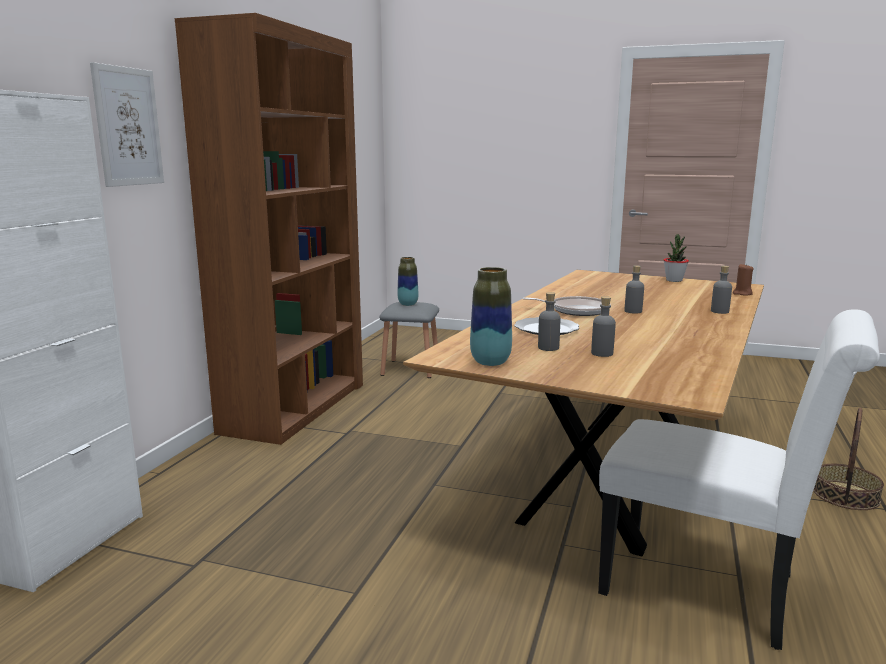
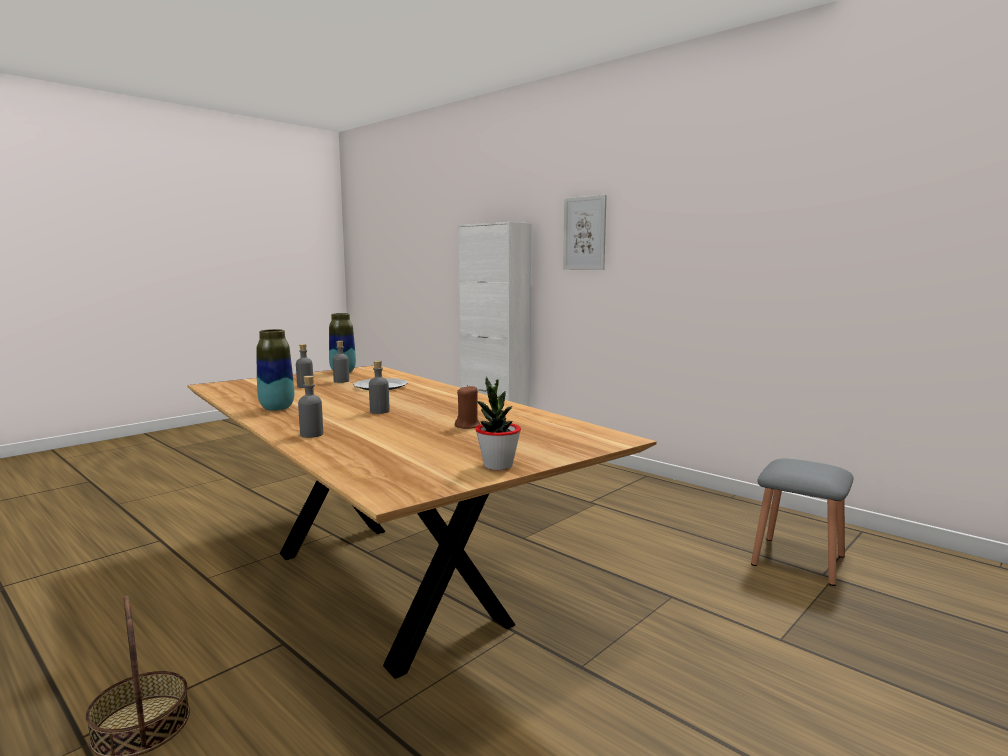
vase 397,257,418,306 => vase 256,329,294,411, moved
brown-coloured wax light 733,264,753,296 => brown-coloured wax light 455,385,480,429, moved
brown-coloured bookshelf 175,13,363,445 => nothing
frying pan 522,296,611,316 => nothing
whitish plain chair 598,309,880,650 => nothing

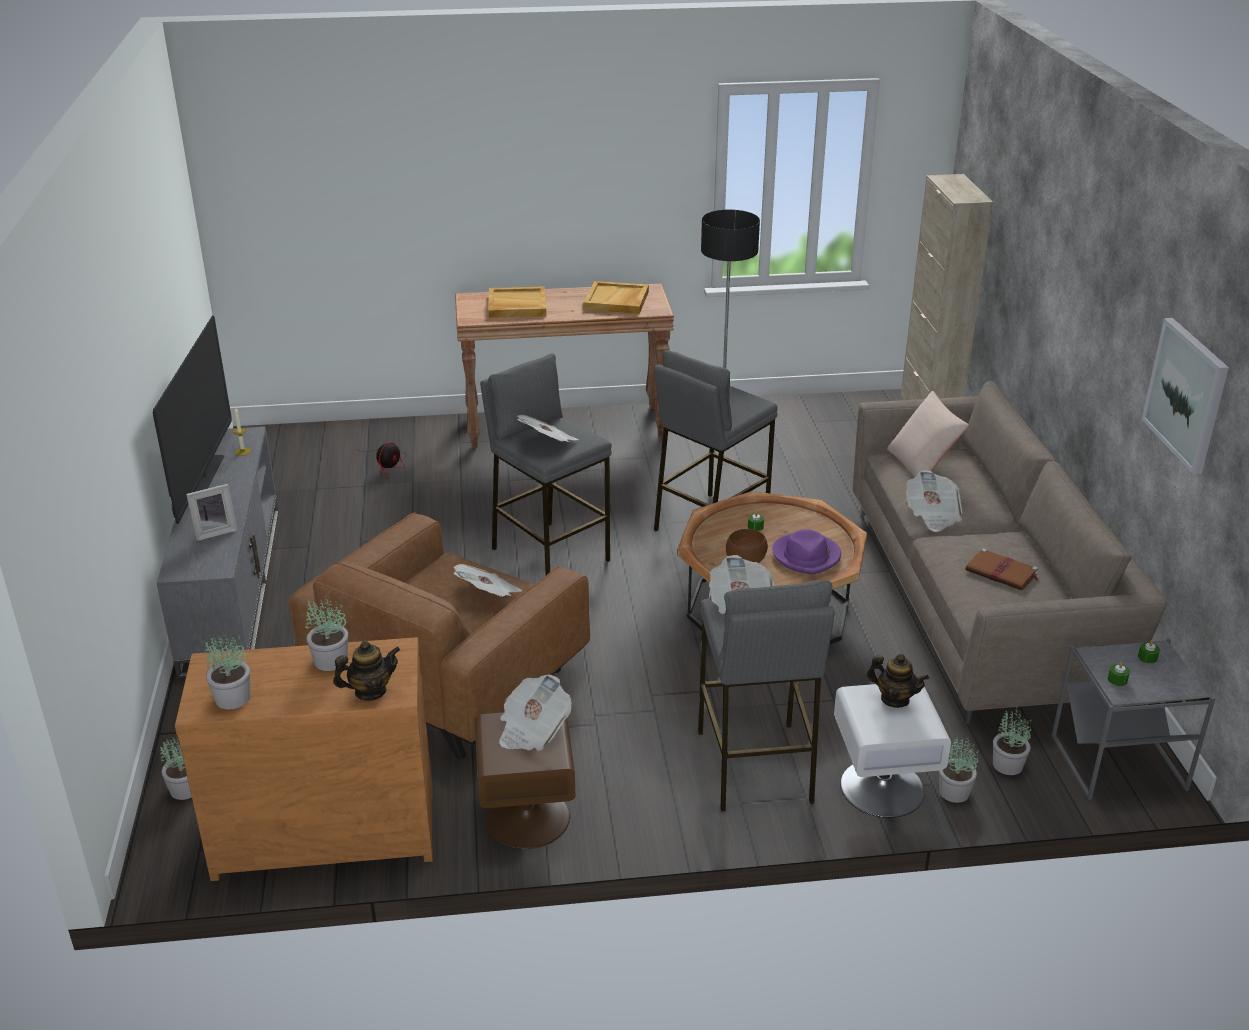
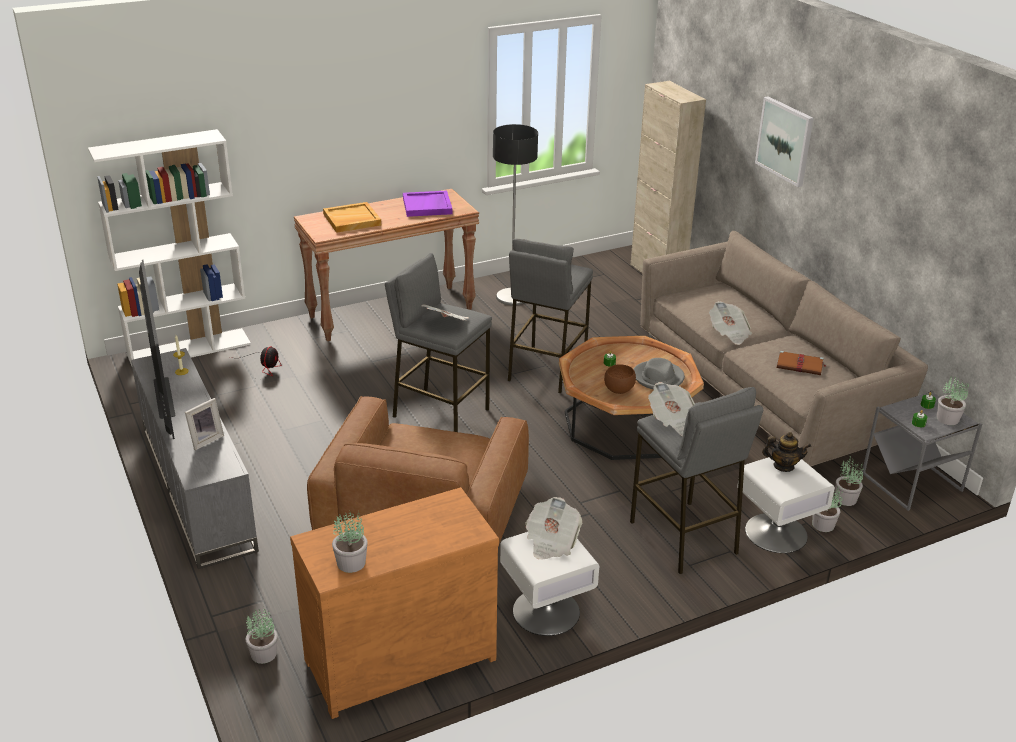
nothing => whitish bookshelf 88,129,251,366
beige-coloured carrying tray 583,281,649,314 => purplish carrying tray 403,191,452,217
brown-coloured nightstand 475,712,576,849 => whitish nightstand 500,532,599,636
purplish wearable hat 772,529,841,575 => gray wearable hat 634,358,685,390
picture 1142,318,1229,474 => picture 755,96,814,187, moved
houseplant 306,596,348,671 => houseplant 937,377,969,425, moved
teapot 333,640,400,701 => nothing
daily paper 453,564,522,597 => nothing
beige-coloured throw pillow 887,391,969,477 => nothing

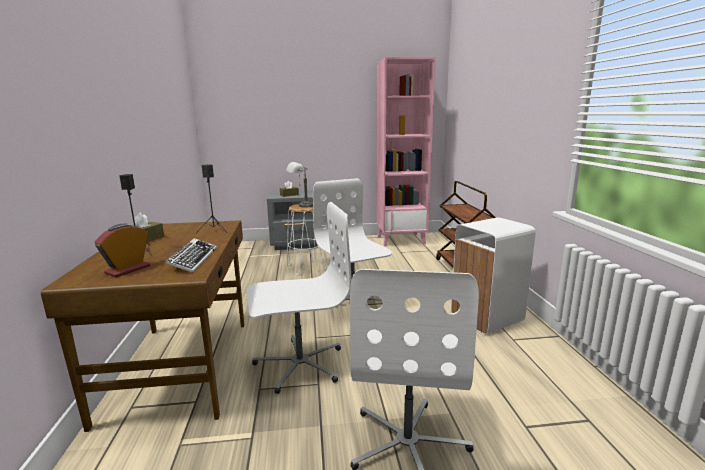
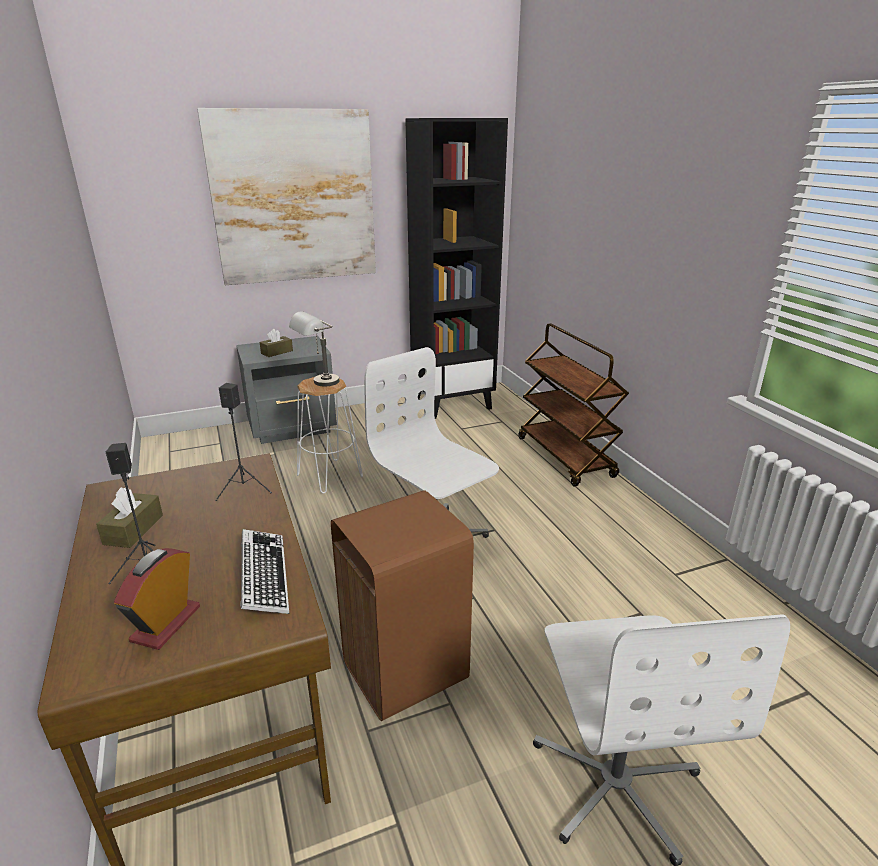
nothing => picture 197,108,376,285
whitish desk chair 246,202,352,394 => brown-coloured waste bin 331,490,474,721
pink-coloured bookshelf 376,57,436,246 => blackish bookshelf 405,118,508,419
whitish waste bin 451,217,535,334 => nothing

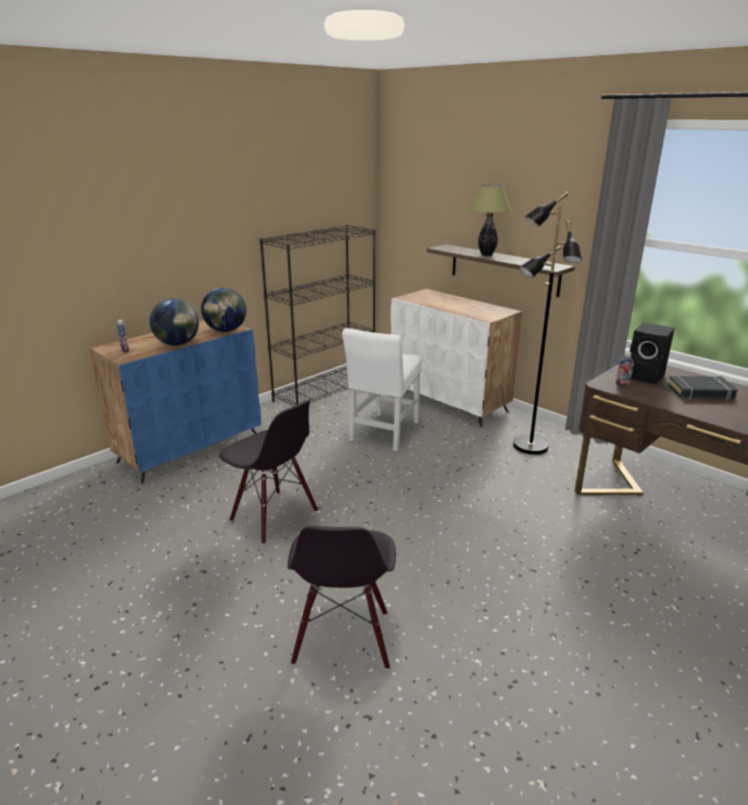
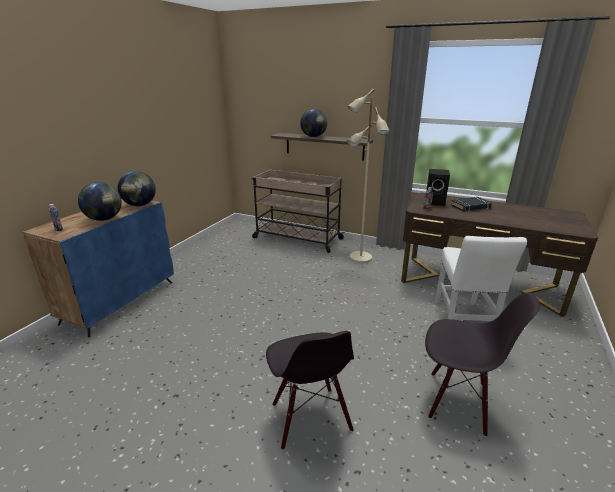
whitish cupboard 391,289,522,427 => beige-coloured trolley 252,170,345,253
table lamp 470,185,511,256 => globe 300,109,327,137
blackish standing lamp 513,191,582,455 => beige-coloured standing lamp 346,88,390,263
blackish plain chair 219,400,318,545 => blackish plain chair 425,292,540,437, moved
whitish plain chair 342,328,421,451 => whitish plain chair 435,236,527,321, moved
blackish bookshelf 260,225,376,406 => nothing

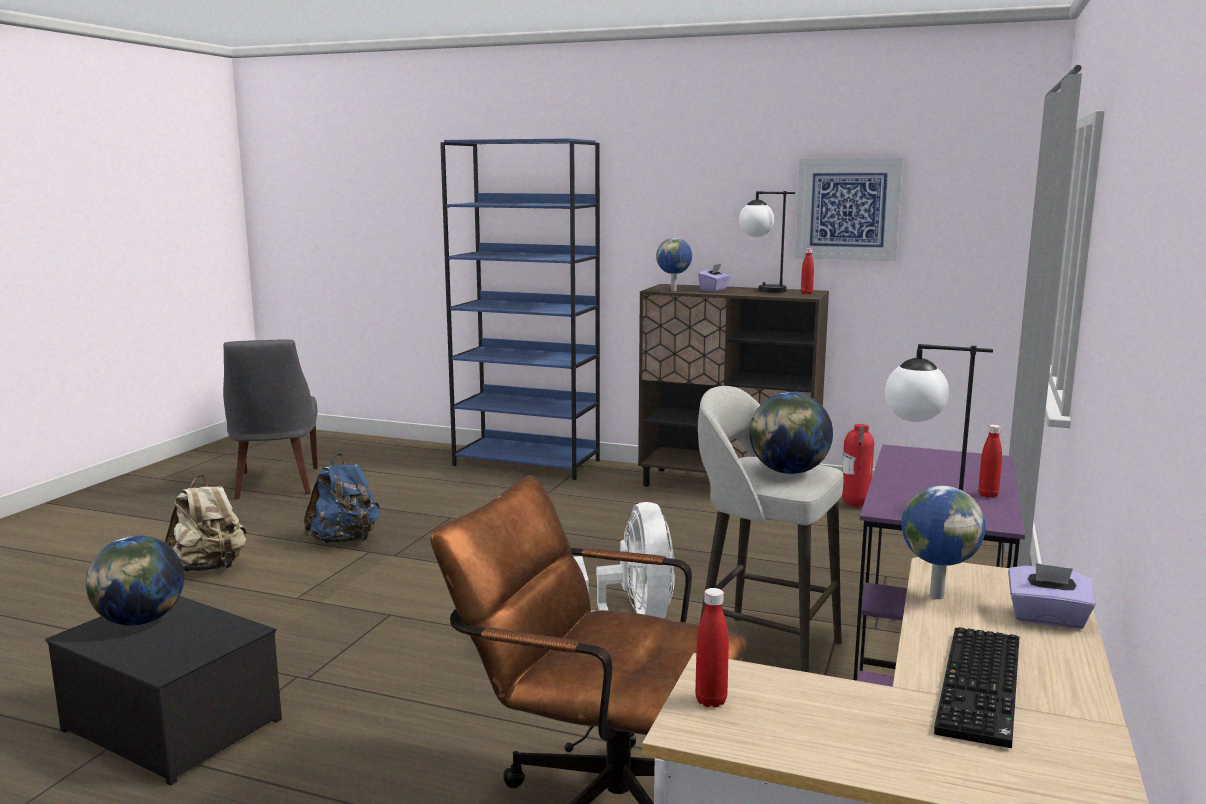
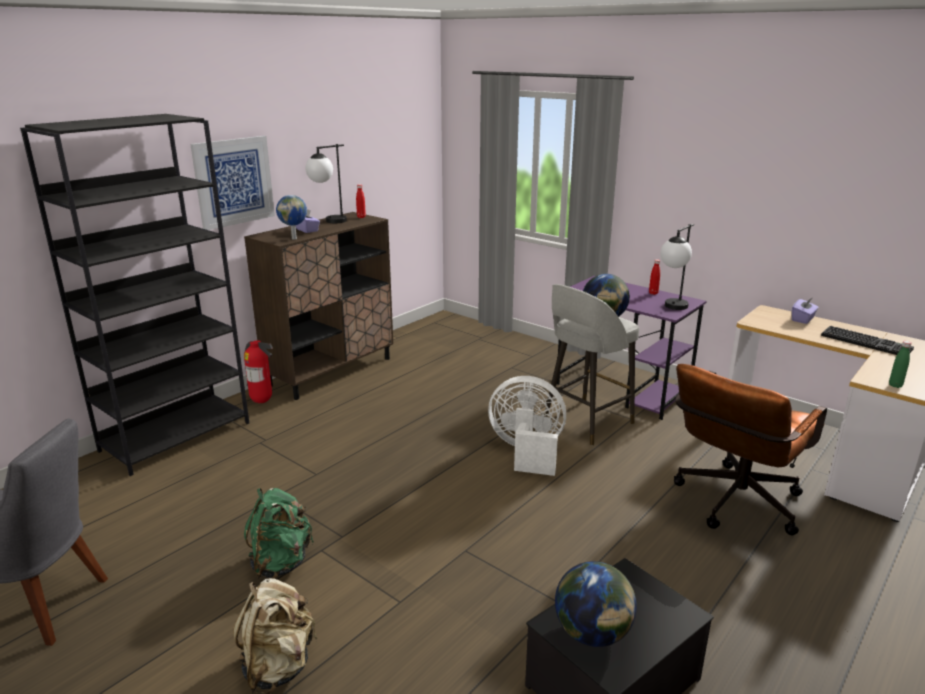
blue-coloured bookshelf 440,138,600,480 => blackish bookshelf 20,114,249,476
picture 795,158,903,261 => picture 190,136,275,230, moved
fire extinguisher 842,424,874,507 => fire extinguisher 244,341,273,403, moved
blue-coloured knapsack 304,454,380,543 => green-coloured knapsack 244,488,313,579
reddish beverage bottle 695,588,729,708 => green-coloured beverage bottle 889,341,911,388
globe 901,485,986,599 => nothing

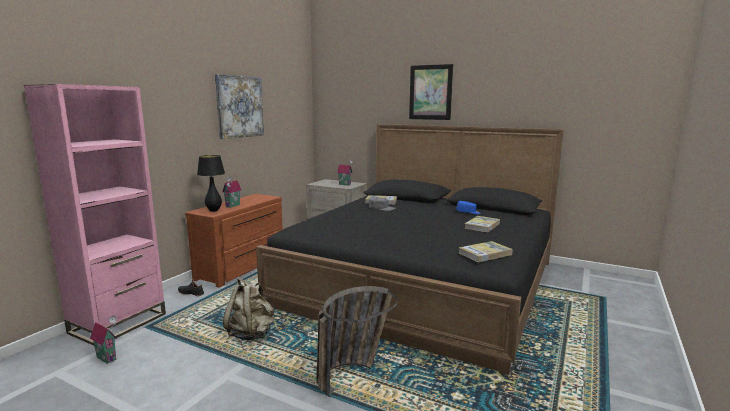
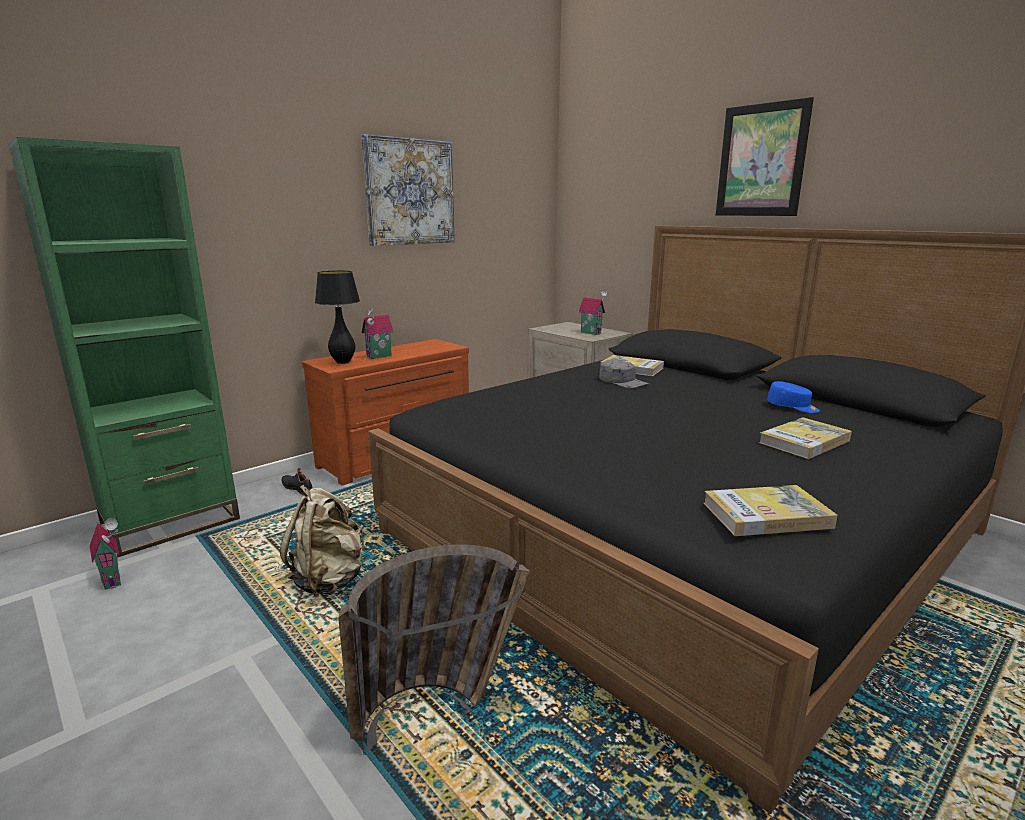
pink-coloured bookshelf 24,84,166,345 => green-coloured bookshelf 8,137,240,558

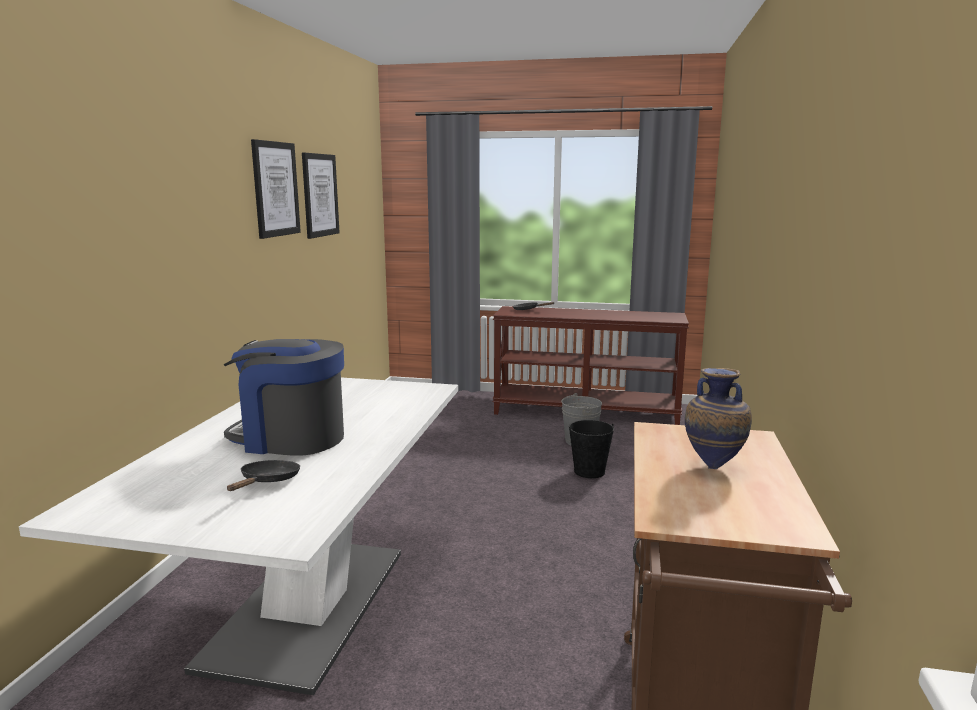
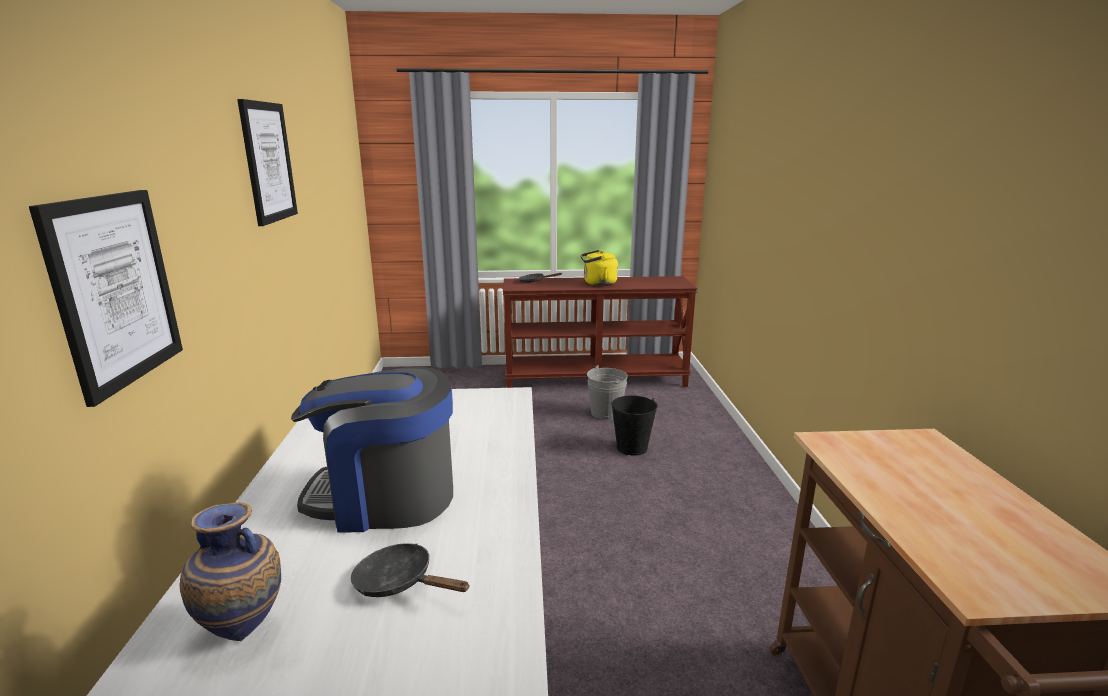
picture 302,153,340,239 => picture 29,190,183,407, moved
vase 685,368,752,469 => vase 180,502,281,641, moved
blackish frying pan 227,460,300,491 => blackish frying pan 351,543,470,597, 60 degrees counterclockwise
nothing => yellowish kettle 580,250,618,286

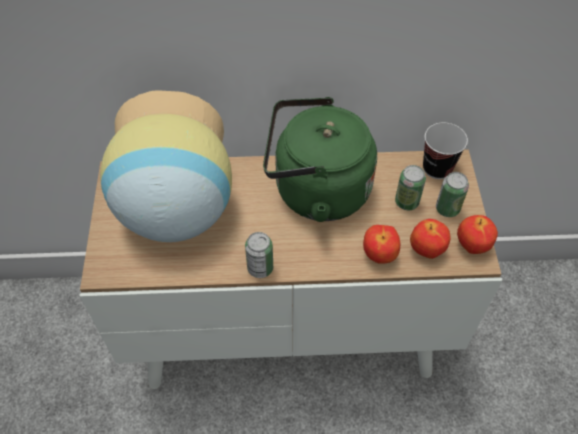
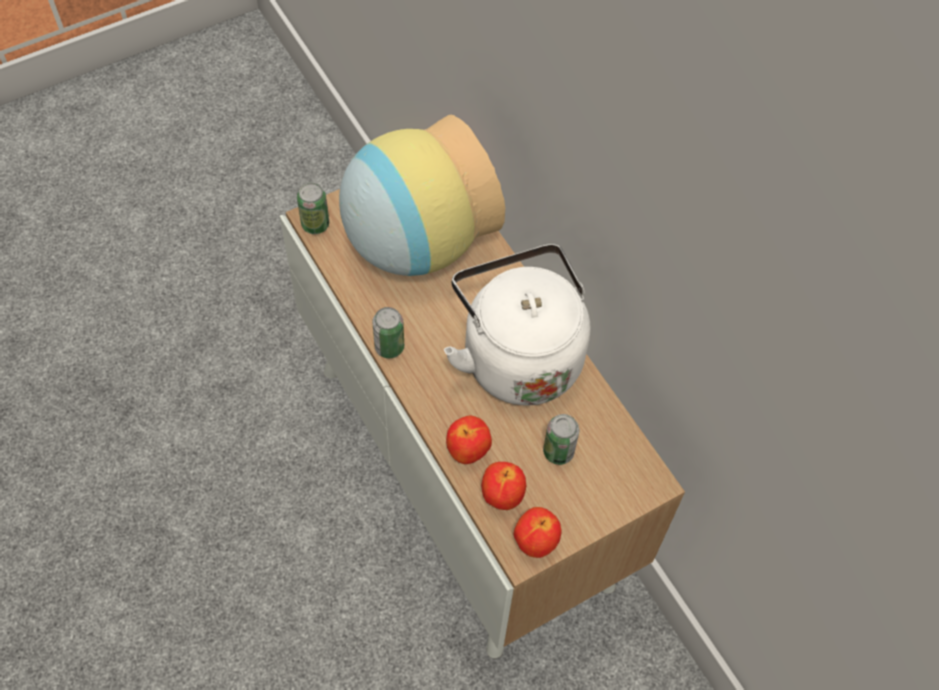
metal can 436,172,469,217 => metal can 297,183,329,234, moved
green-coloured kettle 263,97,377,222 => whitish kettle 444,244,591,406
cup 423,123,468,179 => nothing

